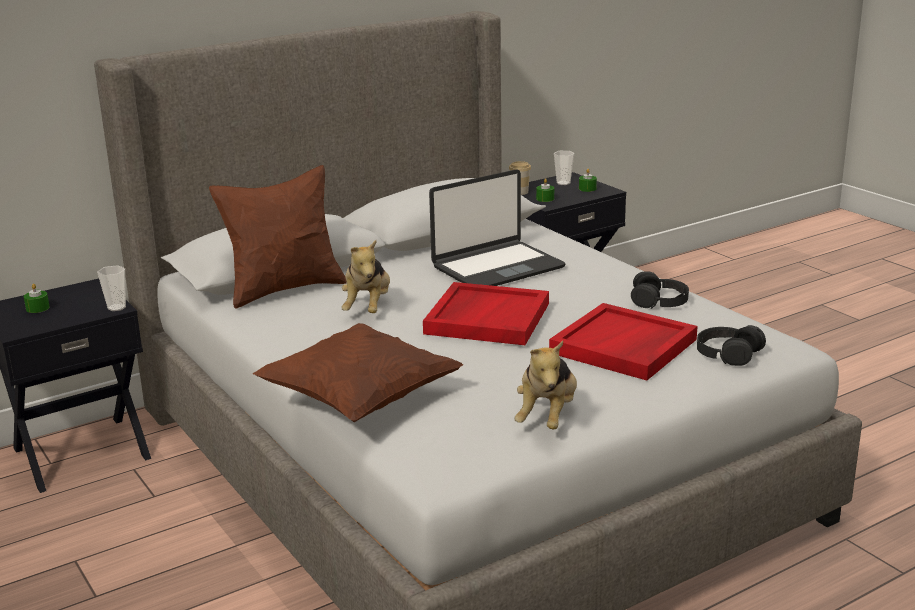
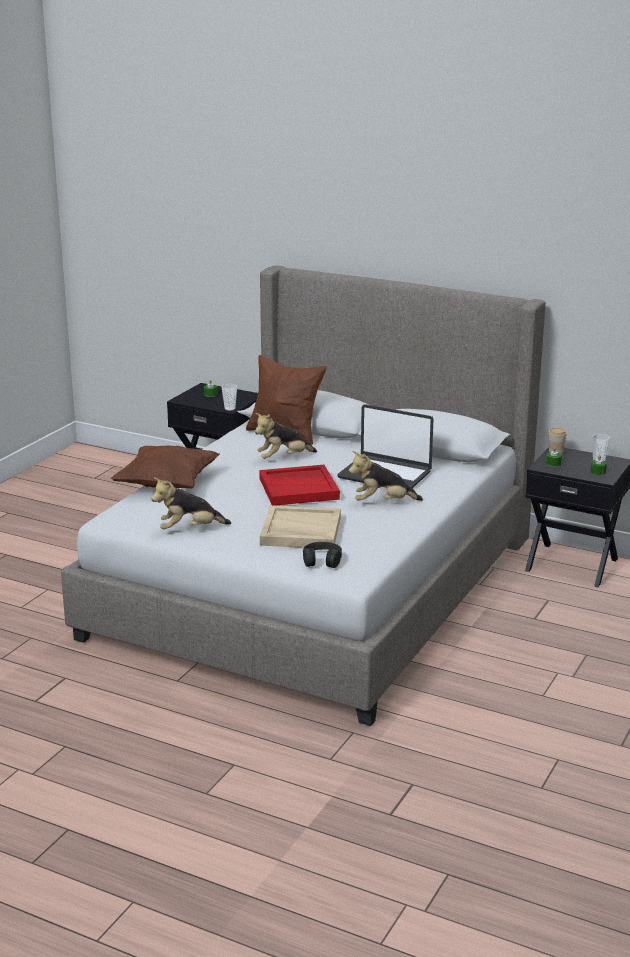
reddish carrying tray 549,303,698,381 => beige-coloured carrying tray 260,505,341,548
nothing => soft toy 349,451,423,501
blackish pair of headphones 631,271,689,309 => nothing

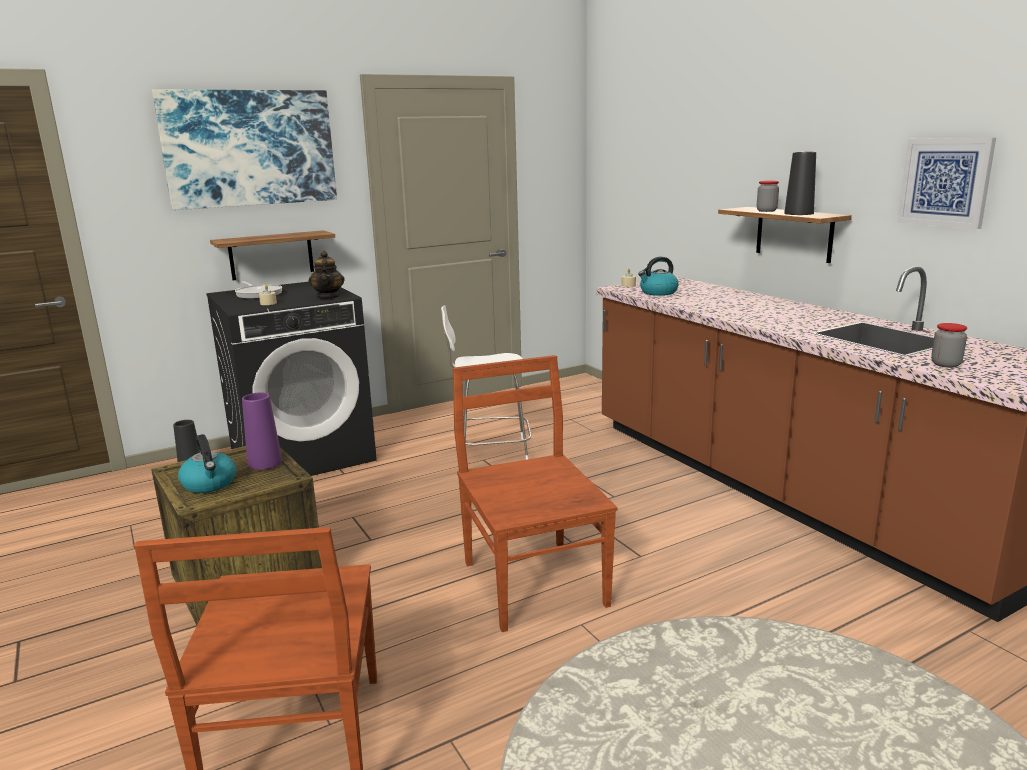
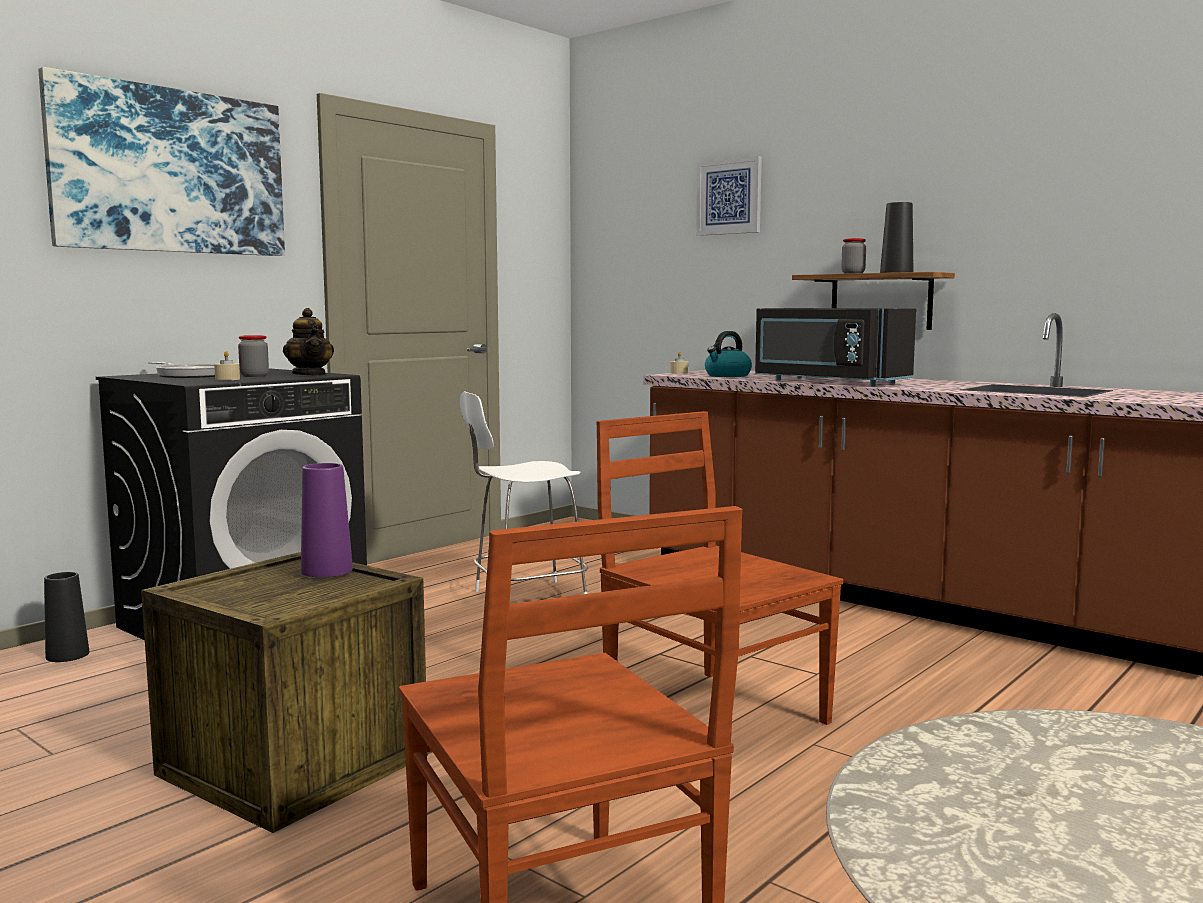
jar 931,323,967,368 => jar 238,335,269,377, moved
picture 897,138,996,229 => picture 696,156,762,236, moved
nothing => blackish microwave oven 755,308,916,386
kettle 178,434,236,493 => nothing
wall shelf 210,230,335,280 => nothing

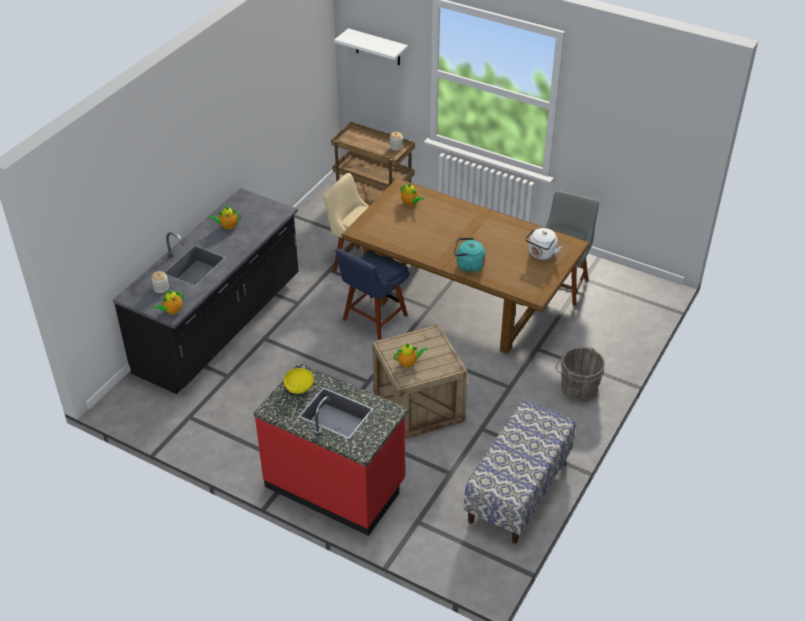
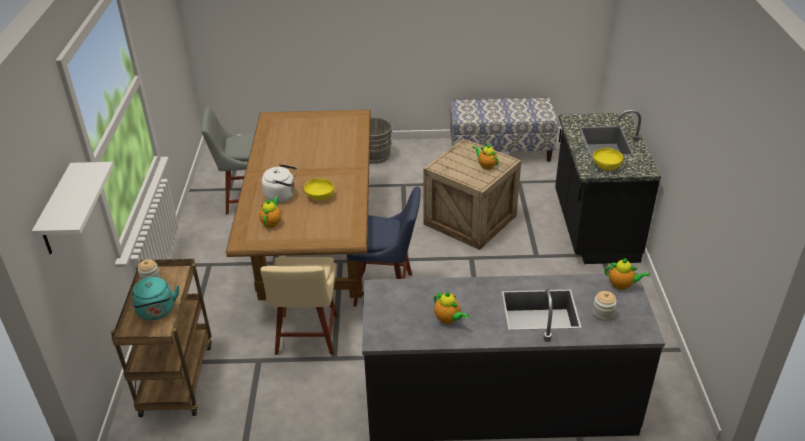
blue-green kettle 454,238,485,272 => blue-green kettle 131,277,179,320, moved
whitish kettle 525,228,561,260 => whitish kettle 261,164,297,203, moved
nothing => yellowish serving bowl 304,178,334,200
reddish kitchen counter 253,363,409,536 => blackish kitchen counter 555,110,661,264

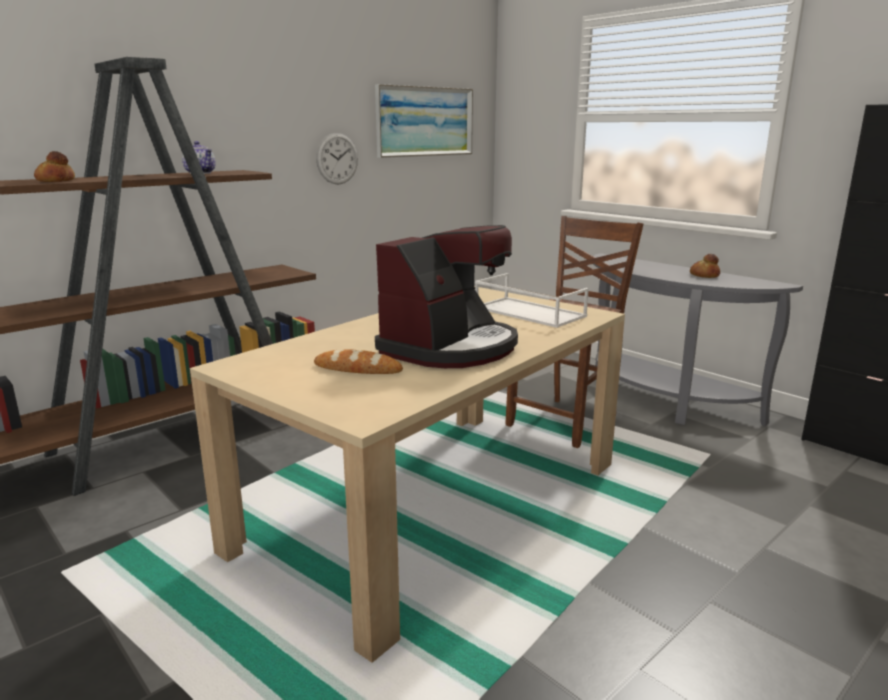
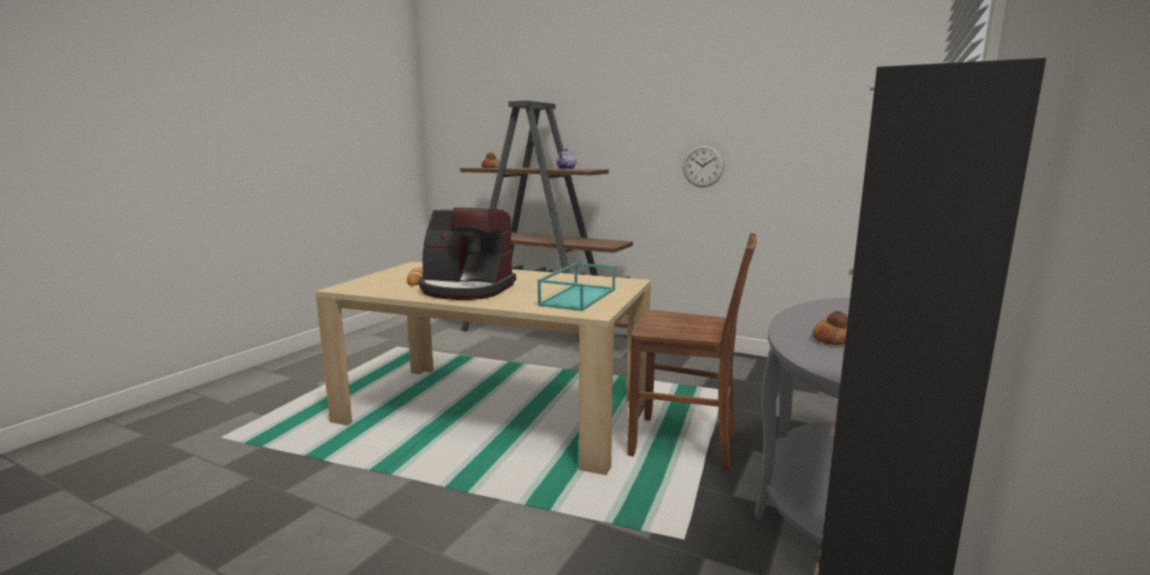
whitish carrying tray 475,273,589,328 => blue-green carrying tray 537,263,615,311
picture 375,84,473,158 => nothing

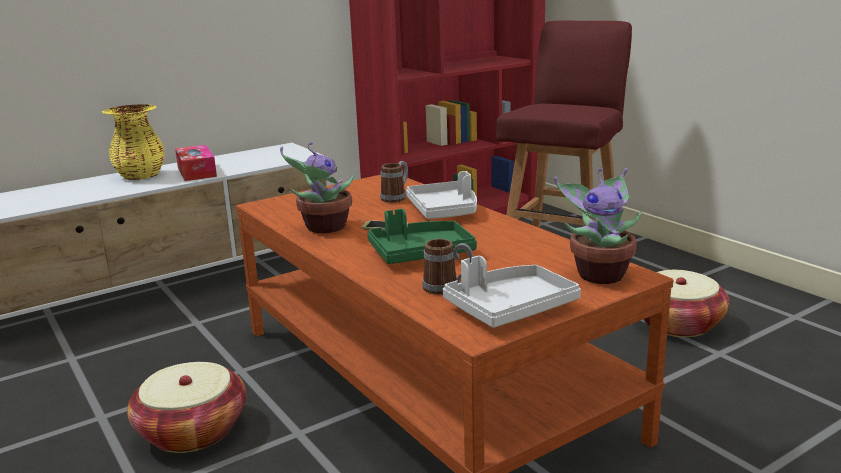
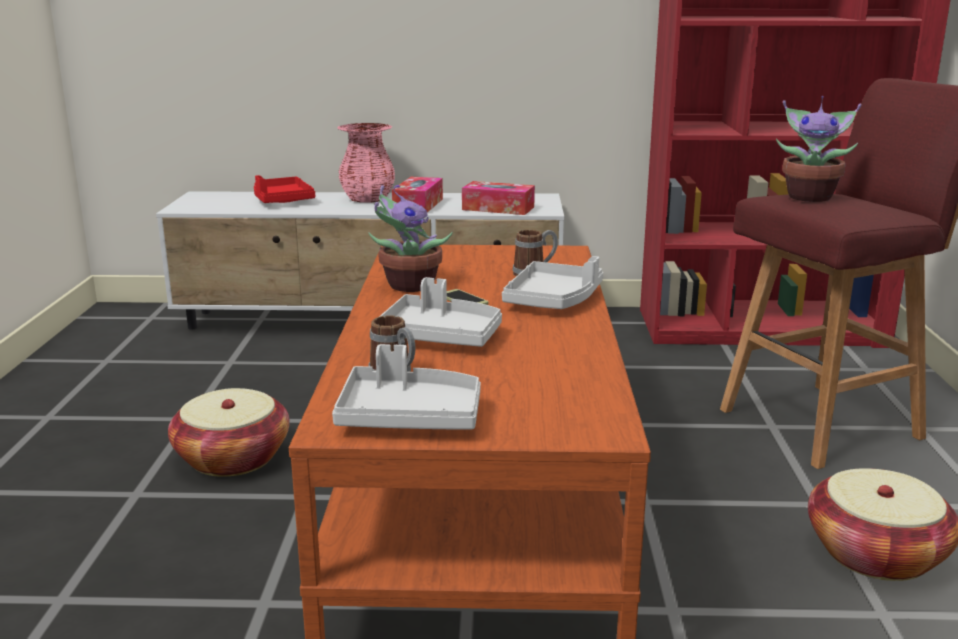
nothing => reddish carrying tray 254,175,315,203
yellowish vase 102,104,165,180 => pink-coloured vase 337,123,395,203
green-coloured carrying tray 367,209,477,264 => gray carrying tray 379,277,502,347
nothing => tissue holder 462,181,535,215
houseplant 553,168,642,284 => houseplant 776,96,862,202, moved

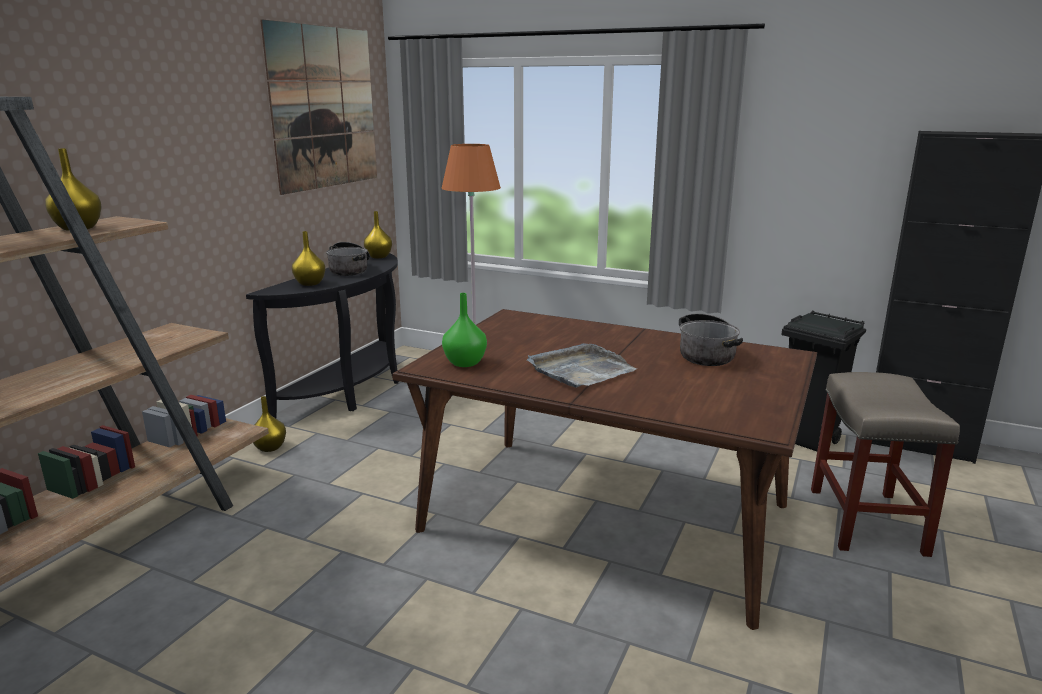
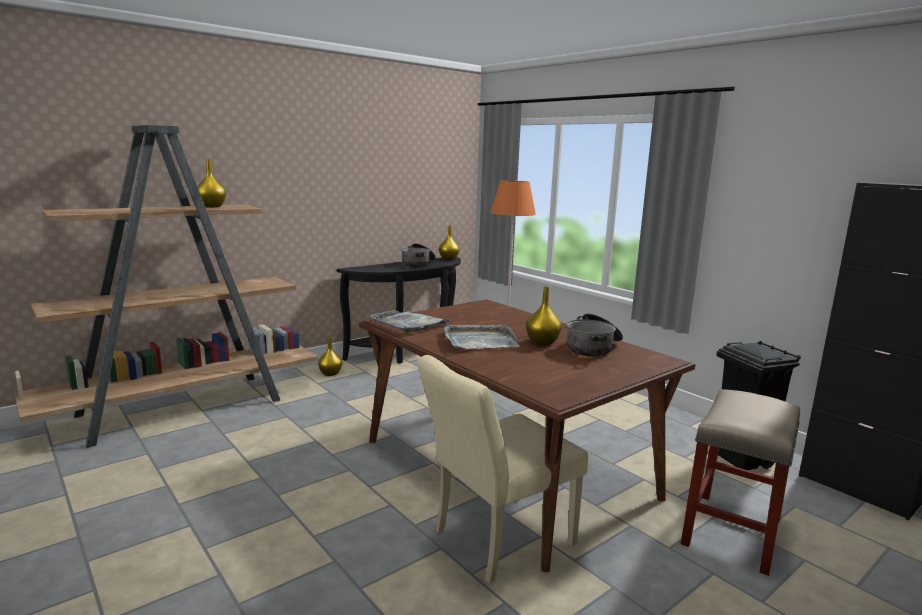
green-coloured vase 442,293,487,367 => gray carrying tray 370,310,452,333
nothing => beige-coloured plain chair 417,355,588,583
yellowish vase 292,231,325,286 => yellowish vase 526,287,561,346, moved
picture 260,19,377,195 => nothing

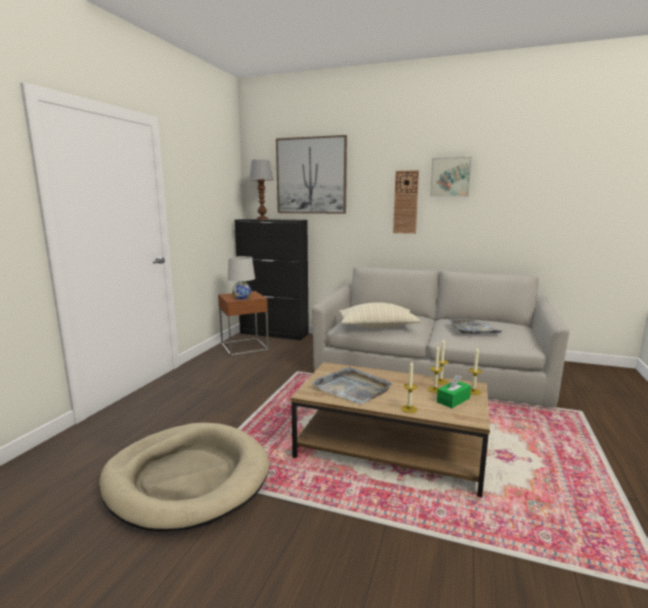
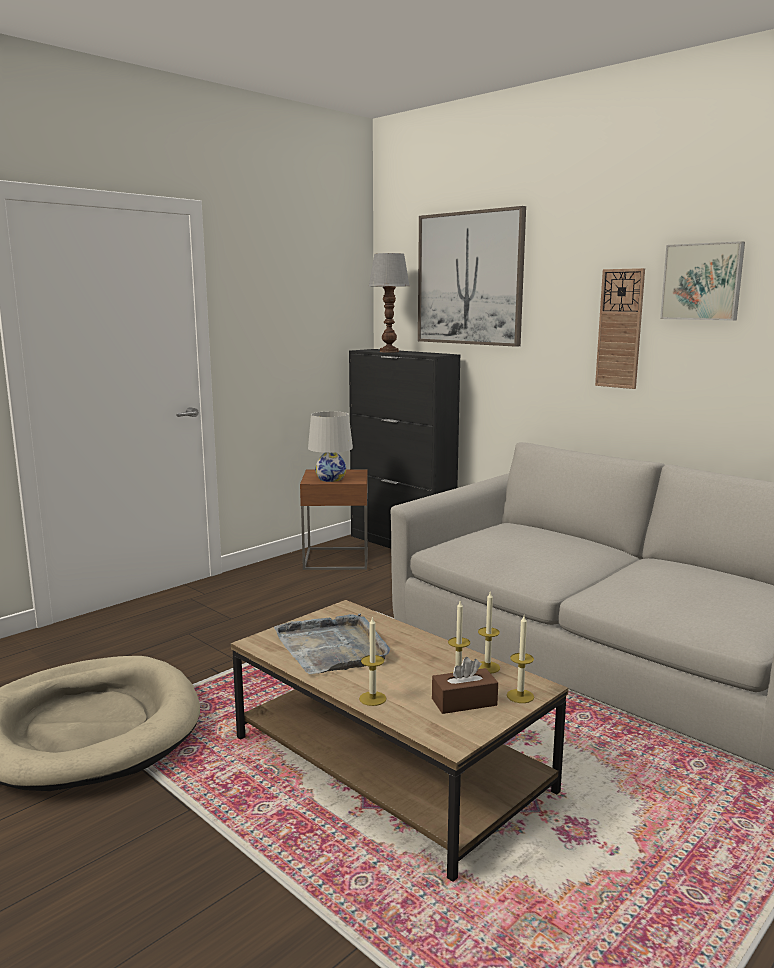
green-coloured tissue holder 437,375,471,408 => brown-coloured tissue holder 432,657,498,714
beige-coloured throw pillow 339,302,421,328 => nothing
gray carrying tray 449,319,502,334 => nothing

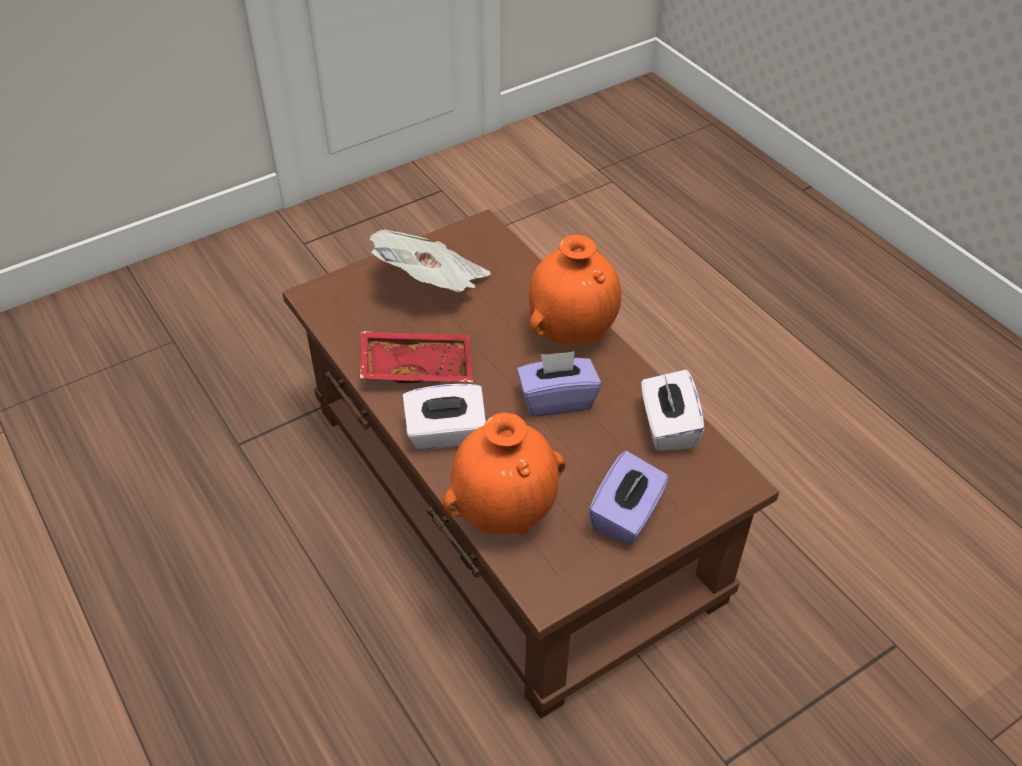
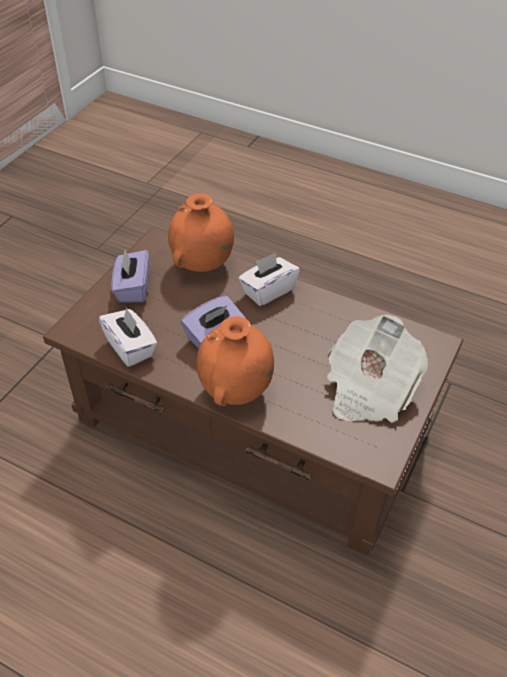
reddish carrying tray 360,331,473,383 => nothing

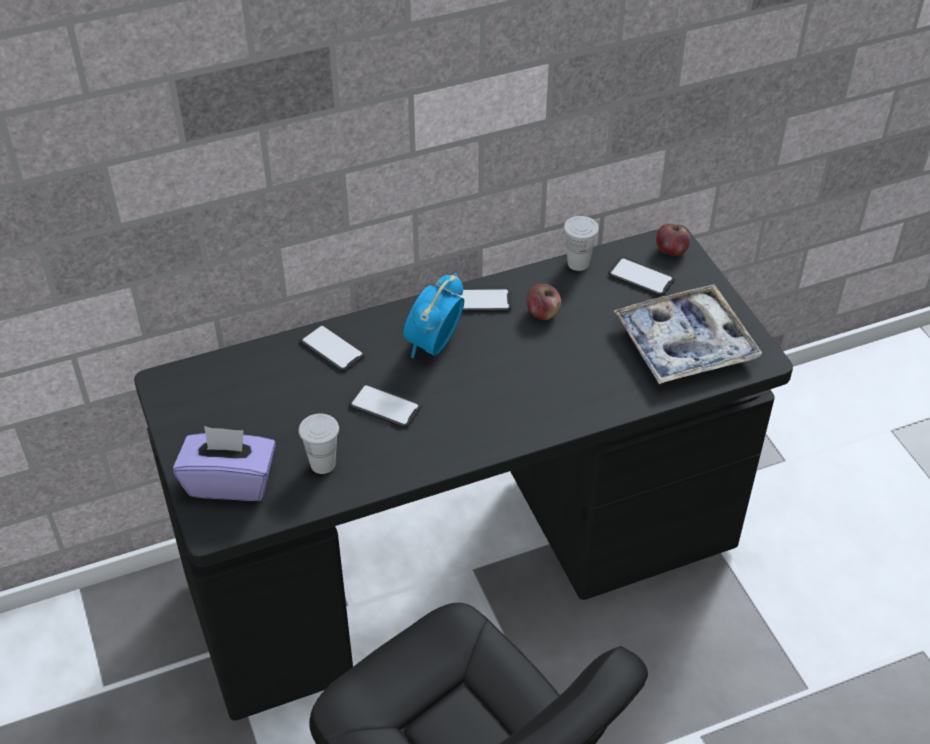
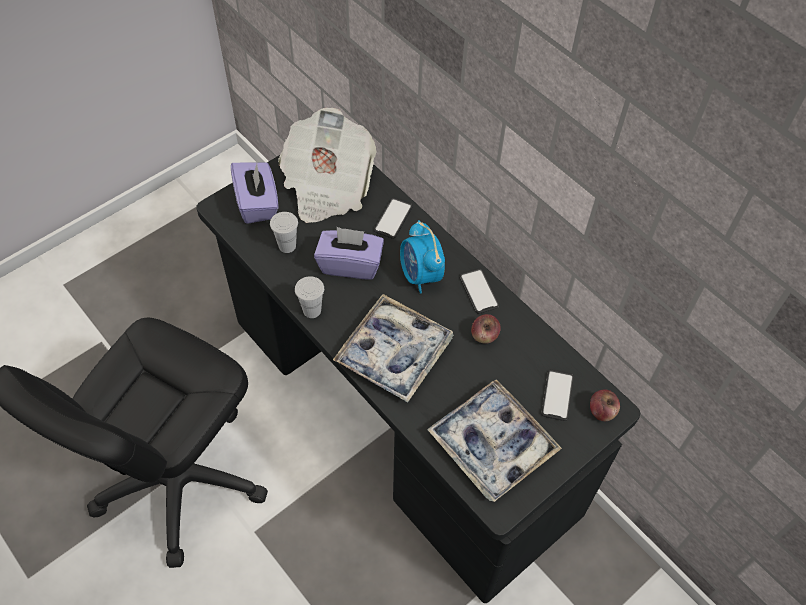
nothing => daily paper 278,108,377,223
whitish cup 564,216,599,271 => whitish cup 295,276,324,318, moved
telephone 349,383,421,427 => purplish tissue holder 314,227,384,280
nothing => carrying tray 333,294,454,402
bedside clock 403,273,464,358 => bedside clock 400,220,445,294, 120 degrees counterclockwise

